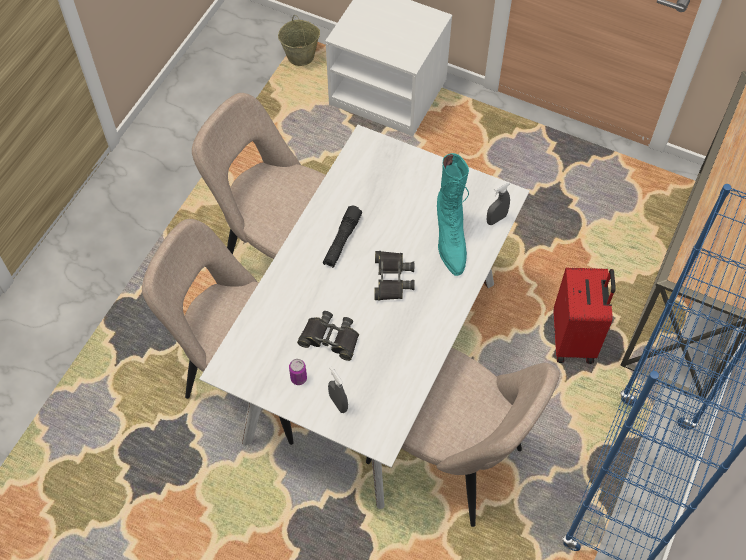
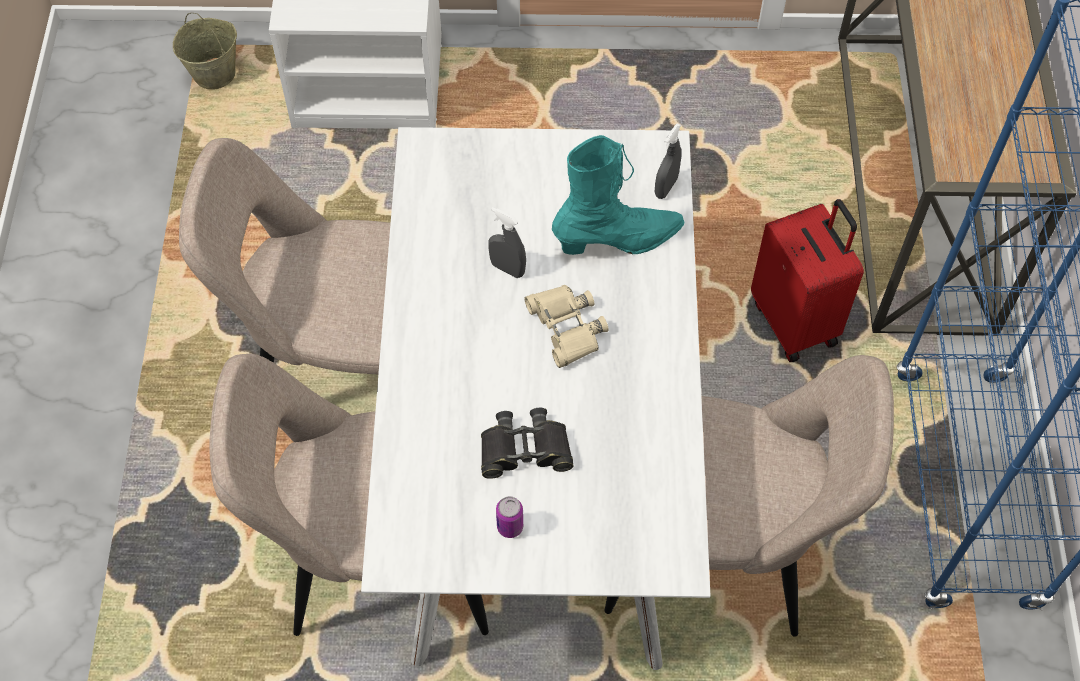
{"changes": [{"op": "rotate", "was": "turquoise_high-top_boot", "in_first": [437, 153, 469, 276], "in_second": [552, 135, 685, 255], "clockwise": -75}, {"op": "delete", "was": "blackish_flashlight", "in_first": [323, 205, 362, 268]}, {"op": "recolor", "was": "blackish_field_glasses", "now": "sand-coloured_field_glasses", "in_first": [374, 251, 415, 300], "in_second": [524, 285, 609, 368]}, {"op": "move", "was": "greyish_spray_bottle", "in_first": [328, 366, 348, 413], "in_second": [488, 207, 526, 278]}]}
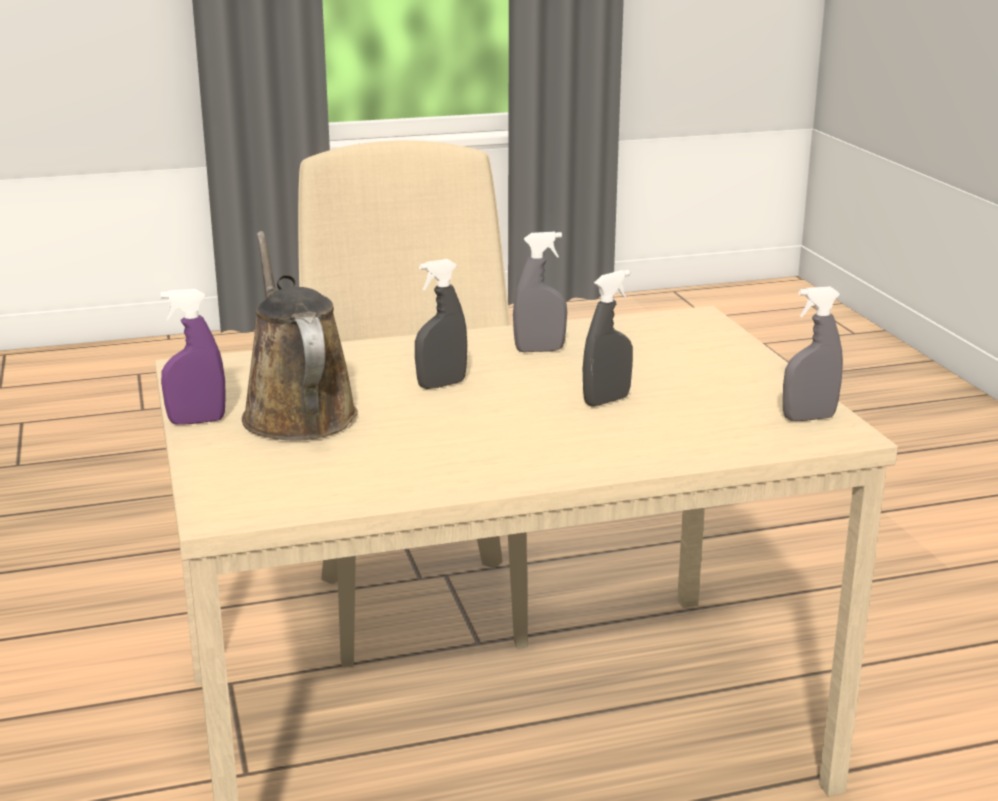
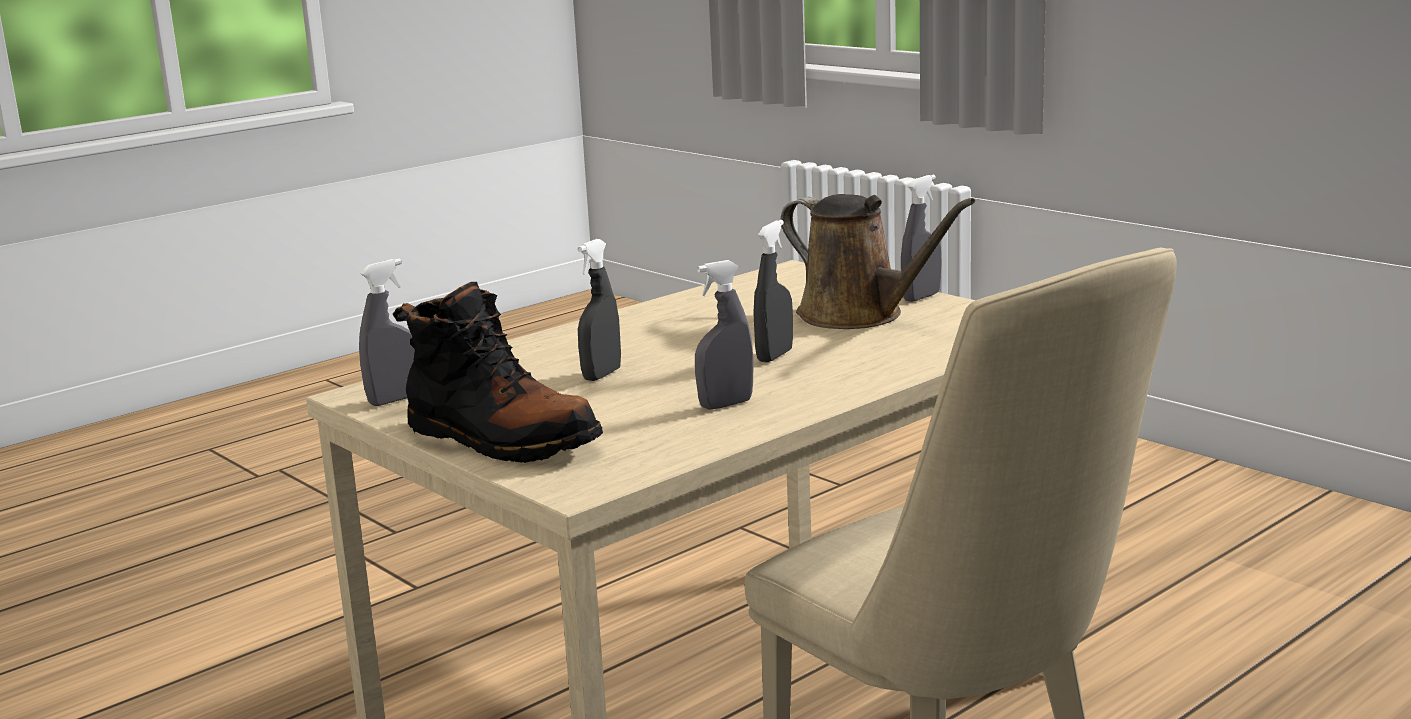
{"changes": [{"op": "recolor", "was": "purple-coloured_spray_bottle", "now": "greyish_spray_bottle", "in_first": [161, 289, 226, 424], "in_second": [901, 175, 941, 302]}, {"op": "insert", "now": "blackish_high-top_boot", "in_second": [392, 282, 603, 463]}]}
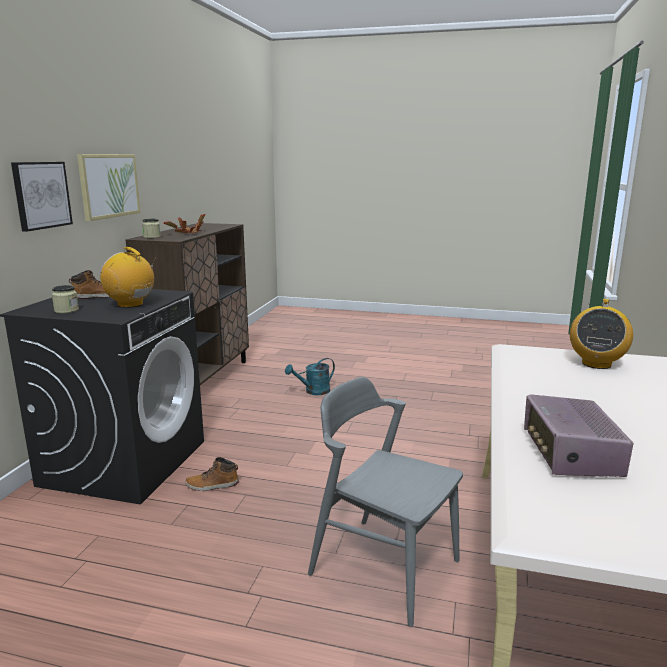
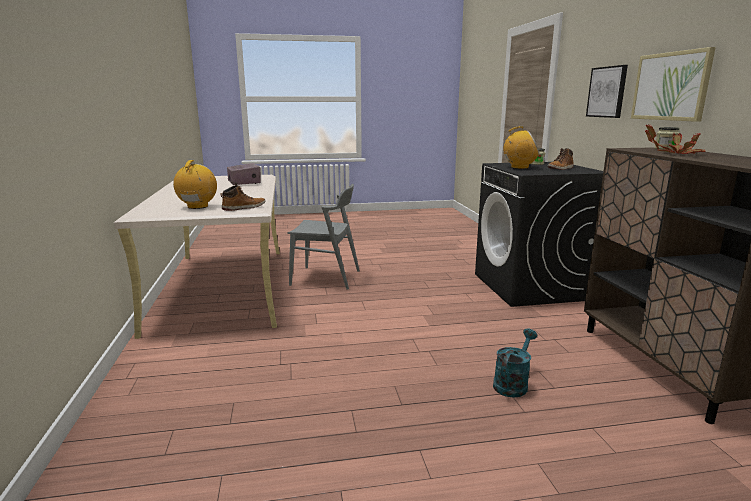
{"changes": [{"op": "move", "was": "high-top_boot", "in_first": [185, 457, 239, 491], "in_second": [220, 185, 266, 211]}]}
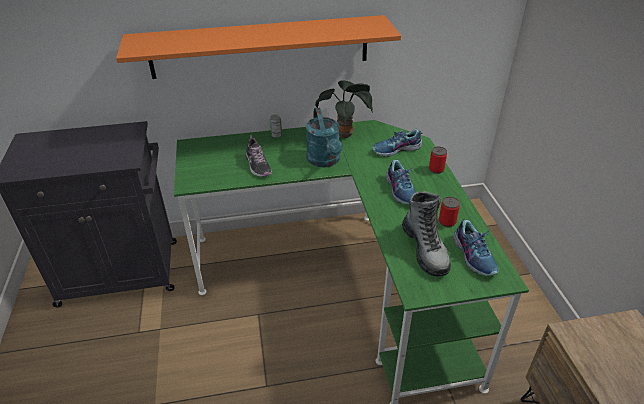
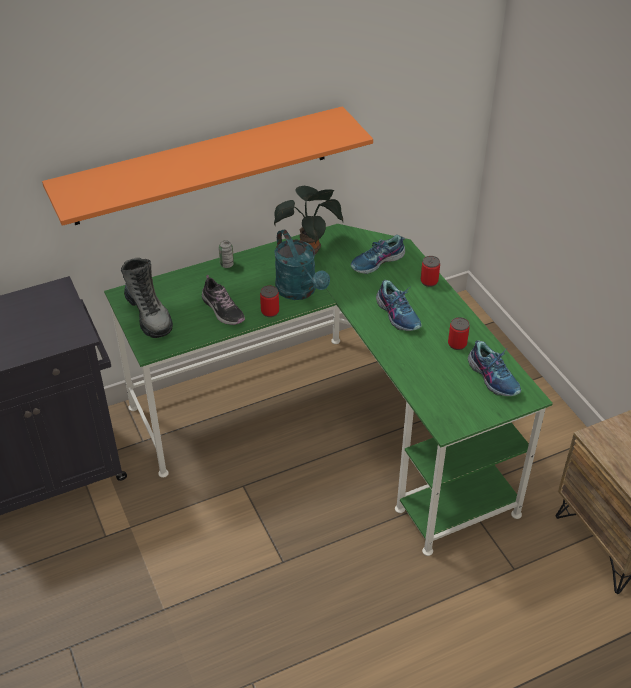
{"changes": [{"op": "move", "was": "high-top_boot", "in_first": [402, 191, 451, 276], "in_second": [121, 258, 173, 338]}, {"op": "insert", "now": "metal_can", "in_second": [260, 285, 279, 317]}]}
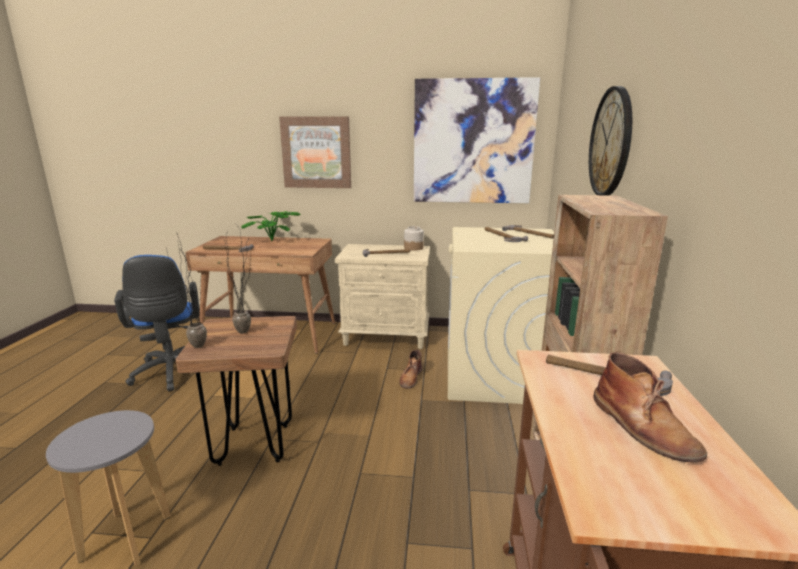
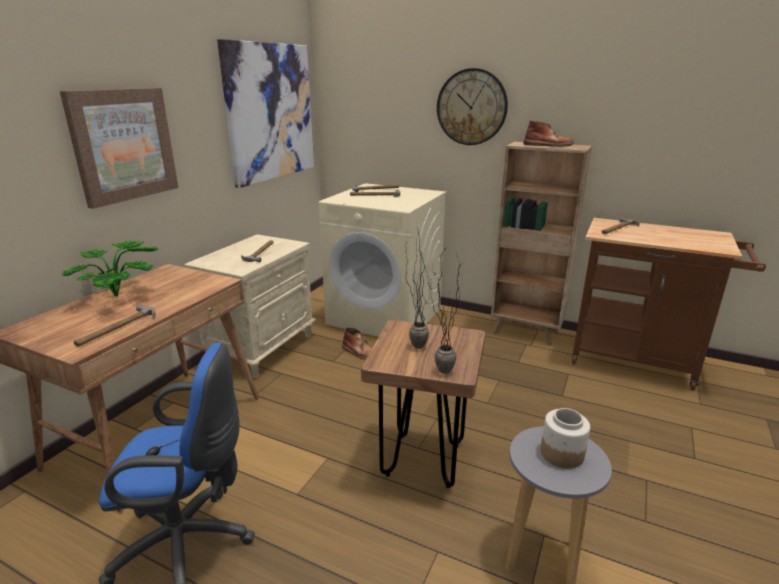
{"changes": [{"op": "move", "was": "jar", "in_first": [404, 226, 424, 251], "in_second": [541, 408, 590, 469]}, {"op": "move", "was": "brownish_high-top_boot", "in_first": [594, 352, 707, 462], "in_second": [523, 121, 574, 146]}]}
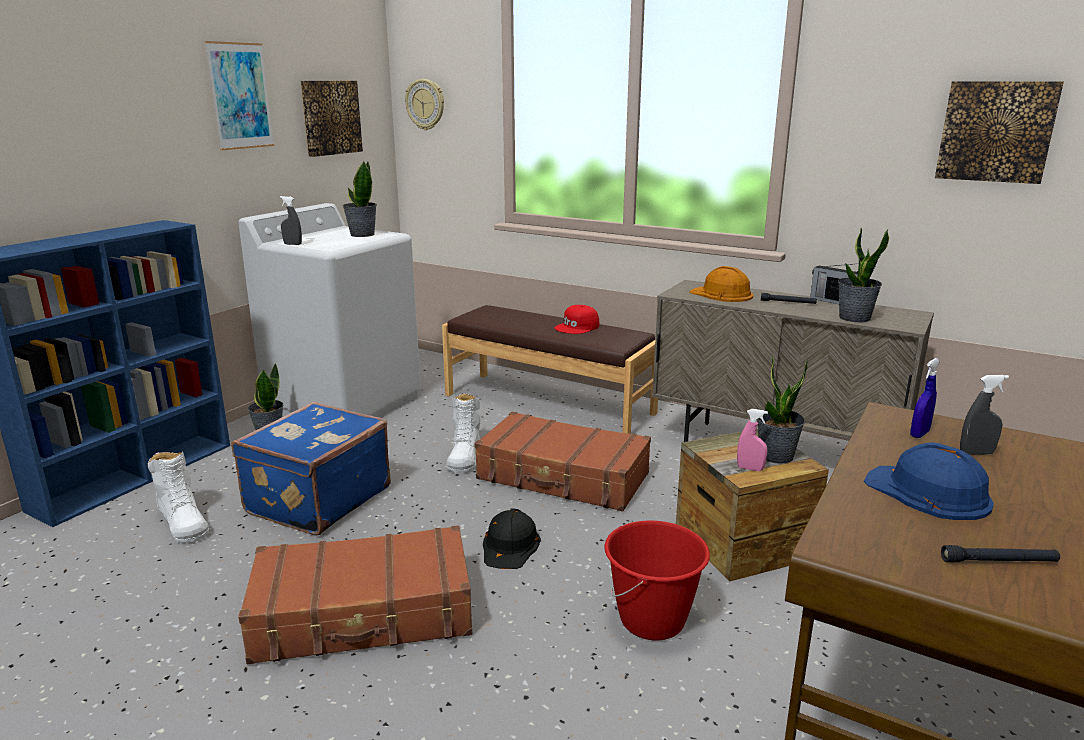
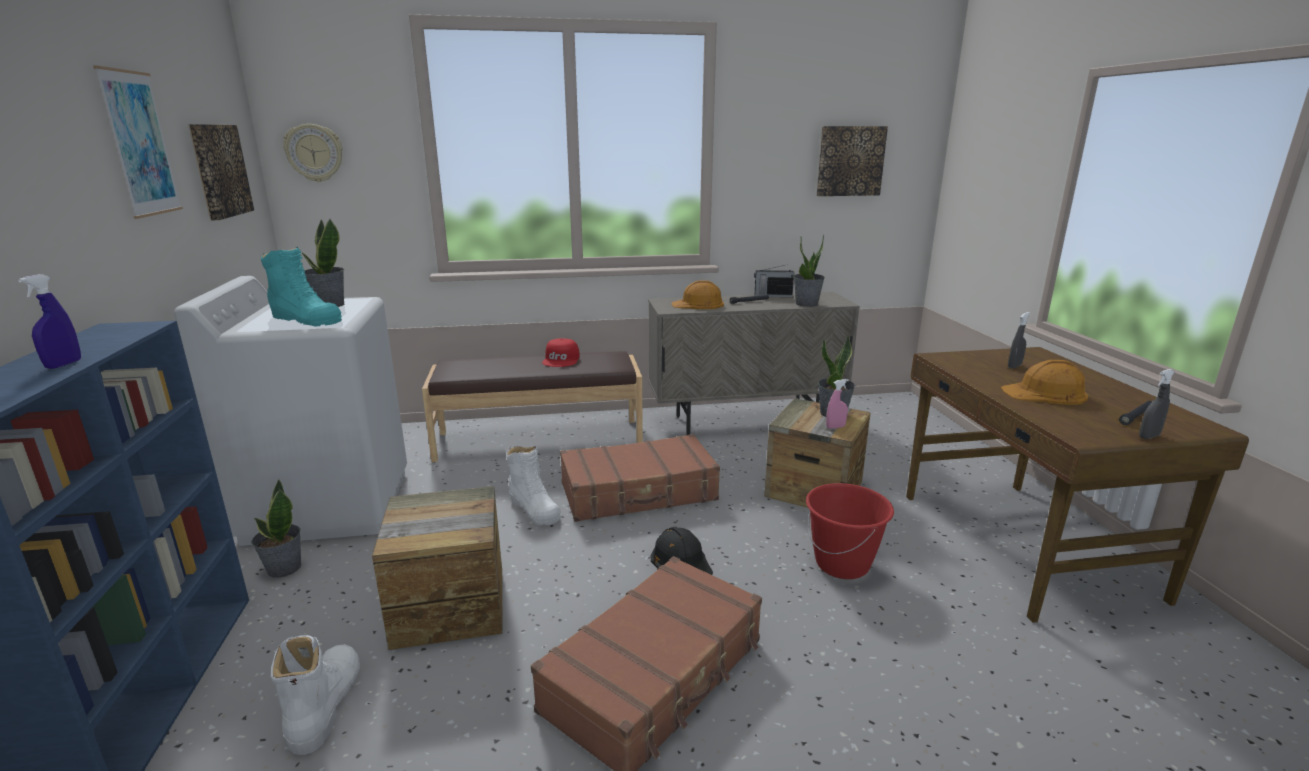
{"changes": [{"op": "move", "was": "greyish_spray_bottle", "in_first": [280, 196, 302, 245], "in_second": [1139, 369, 1175, 439]}, {"op": "move", "was": "blue_spray_bottle", "in_first": [910, 358, 940, 438], "in_second": [18, 274, 81, 369]}, {"op": "replace", "was": "blue_piece_of_luggage", "now": "packing_crate", "in_first": [231, 401, 391, 536], "in_second": [372, 486, 503, 650]}, {"op": "recolor", "was": "blue_hard_hat", "now": "orange_hard_hat", "in_first": [864, 442, 994, 520], "in_second": [1001, 360, 1088, 405]}, {"op": "rotate", "was": "white_high-top_boot", "in_first": [148, 452, 209, 543], "in_second": [270, 635, 360, 755], "clockwise": -105}, {"op": "insert", "now": "turquoise_high-top_boot", "in_second": [261, 247, 342, 326]}]}
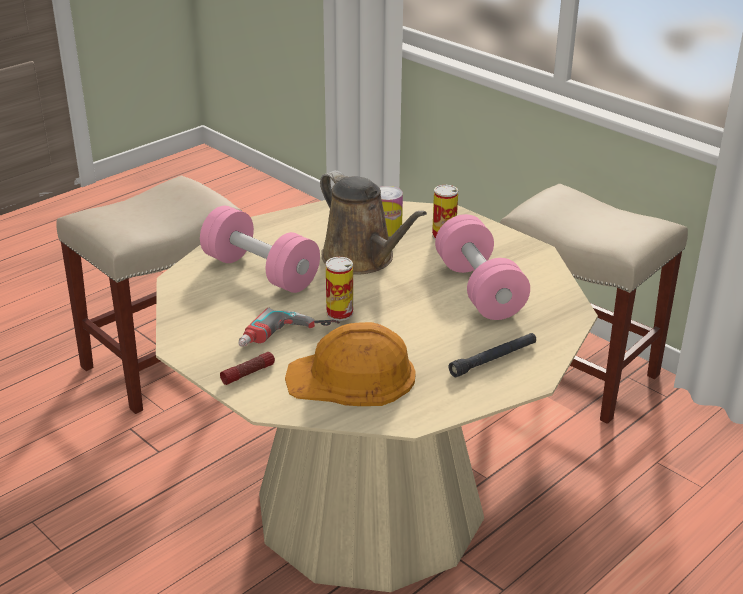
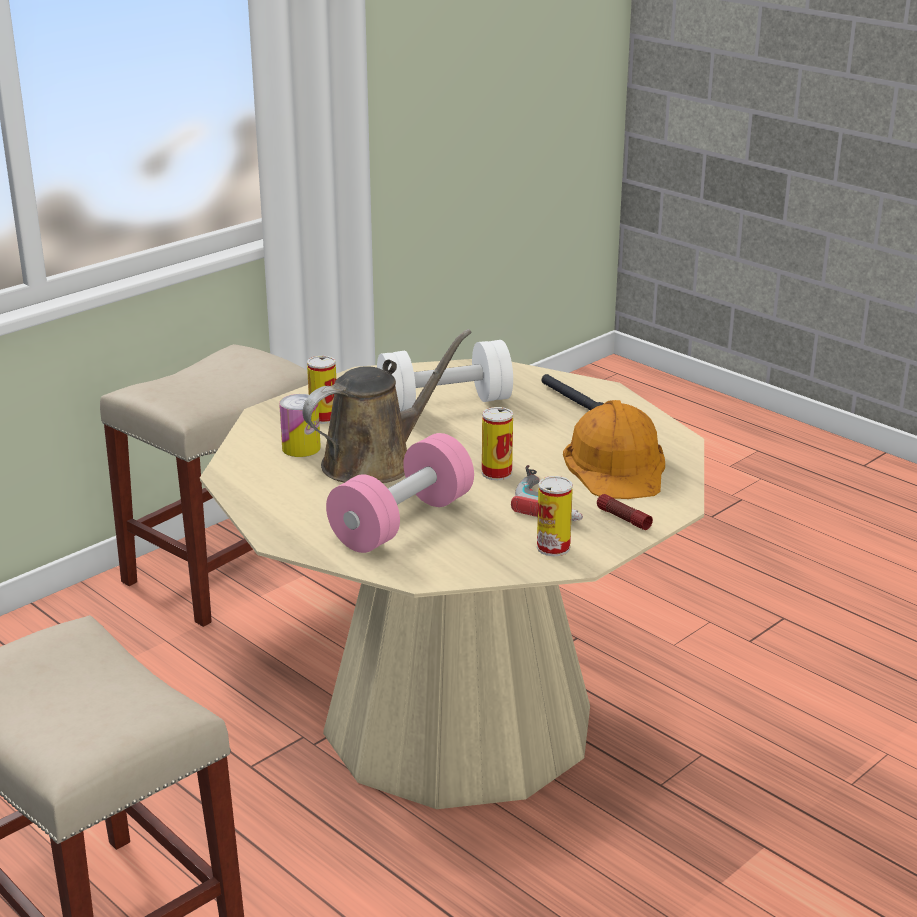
{"changes": [{"op": "recolor", "was": "pink-coloured_hand_weight", "now": "white_hand_weight", "in_first": [435, 214, 530, 320], "in_second": [377, 340, 513, 412]}, {"op": "insert", "now": "metal_can", "in_second": [537, 476, 573, 556]}]}
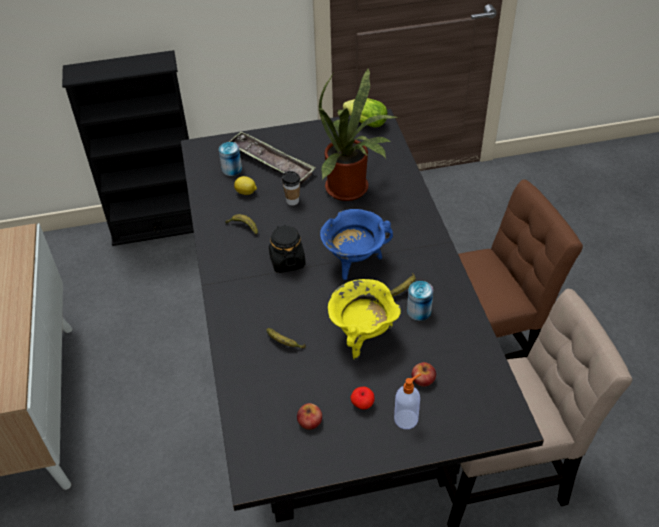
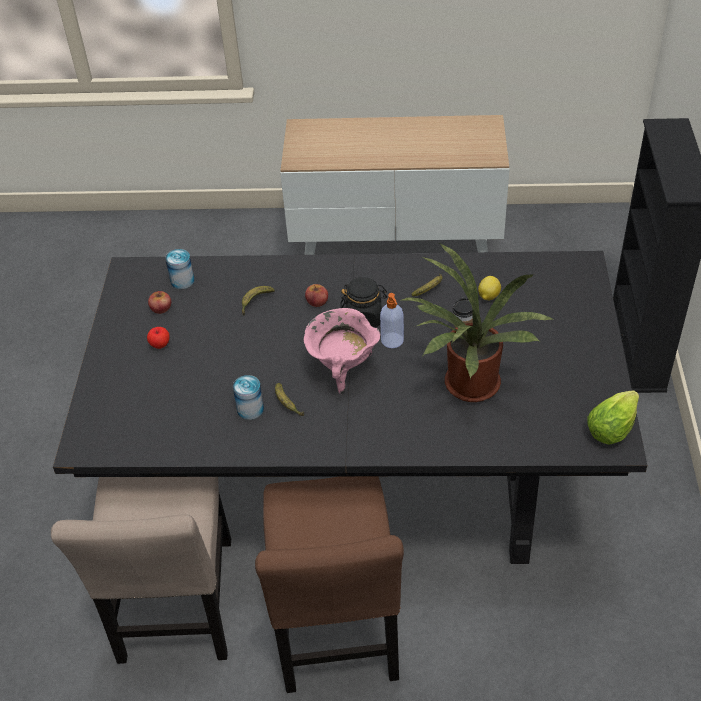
{"changes": [{"op": "delete", "was": "carrying_tray", "in_first": [229, 132, 316, 185]}, {"op": "move", "was": "metal_can", "in_first": [219, 142, 242, 176], "in_second": [165, 249, 195, 289]}, {"op": "recolor", "was": "blue_stockpot", "now": "pink-coloured_stockpot", "in_first": [320, 209, 393, 280], "in_second": [304, 308, 380, 394]}, {"op": "delete", "was": "yellow-coloured_stockpot", "in_first": [328, 279, 401, 360]}, {"op": "move", "was": "apple", "in_first": [412, 362, 436, 387], "in_second": [305, 284, 328, 307]}, {"op": "move", "was": "soap_dispenser", "in_first": [394, 374, 421, 429], "in_second": [380, 293, 404, 348]}]}
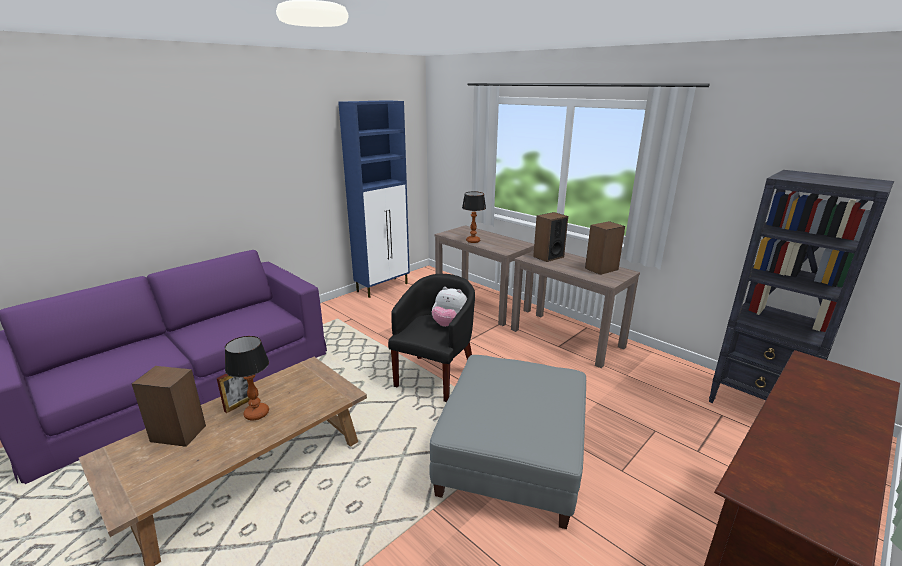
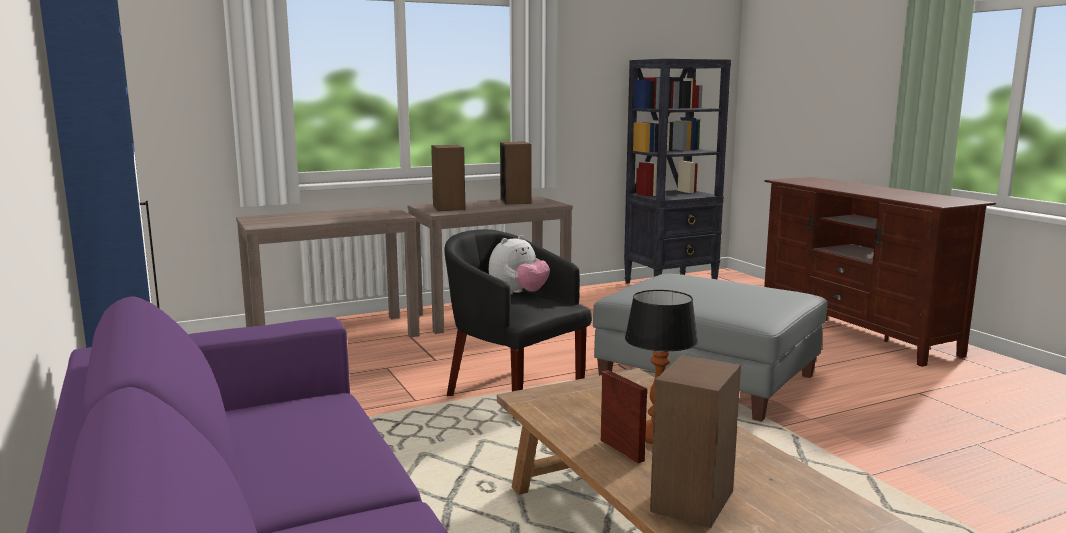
{"changes": [{"op": "delete", "was": "tabletop_lamp", "in_first": [462, 191, 486, 243]}]}
